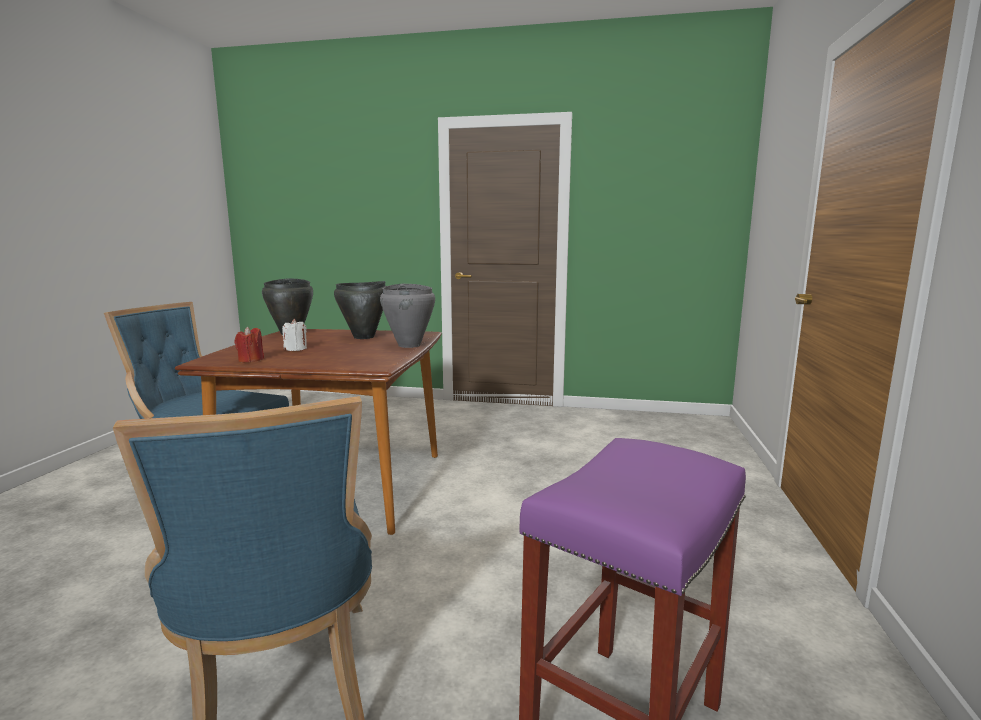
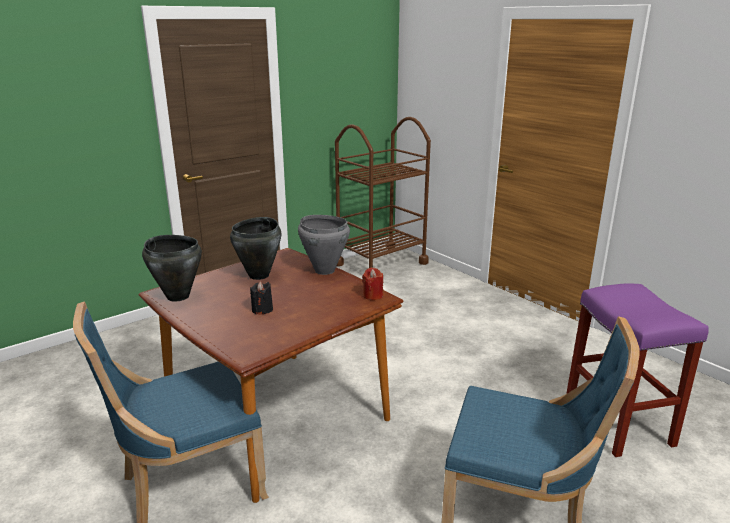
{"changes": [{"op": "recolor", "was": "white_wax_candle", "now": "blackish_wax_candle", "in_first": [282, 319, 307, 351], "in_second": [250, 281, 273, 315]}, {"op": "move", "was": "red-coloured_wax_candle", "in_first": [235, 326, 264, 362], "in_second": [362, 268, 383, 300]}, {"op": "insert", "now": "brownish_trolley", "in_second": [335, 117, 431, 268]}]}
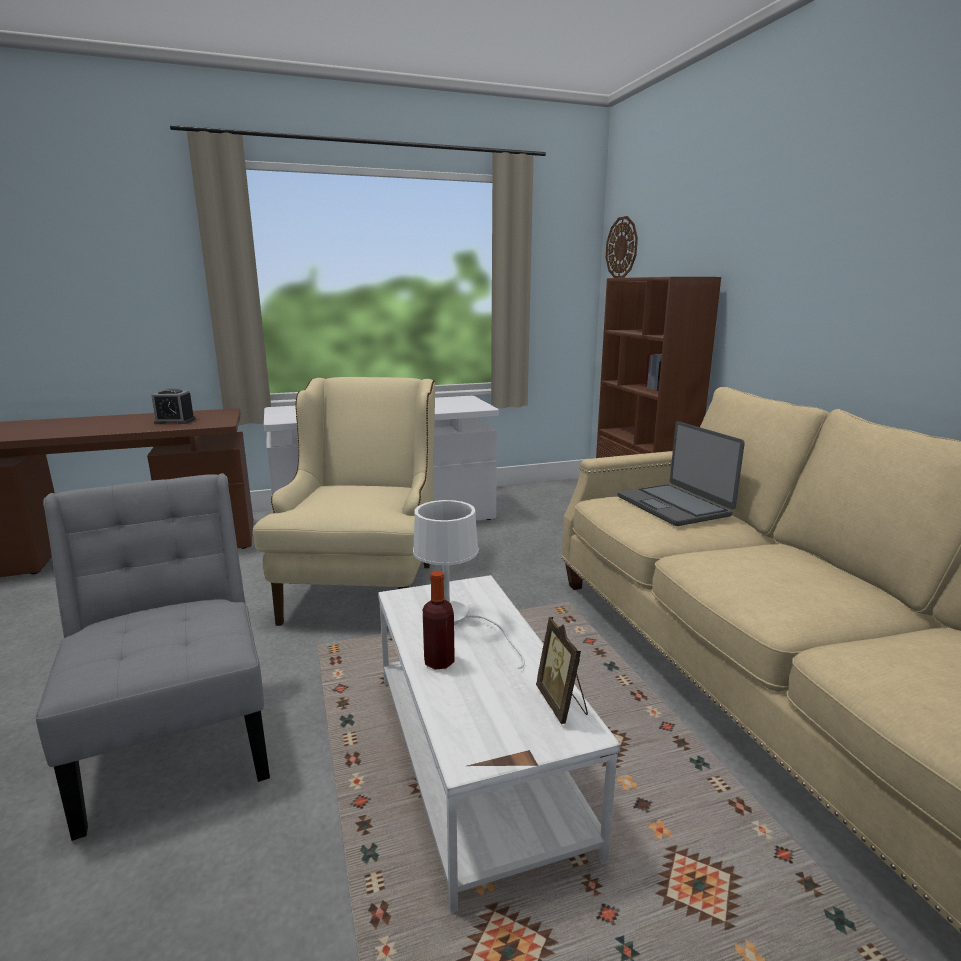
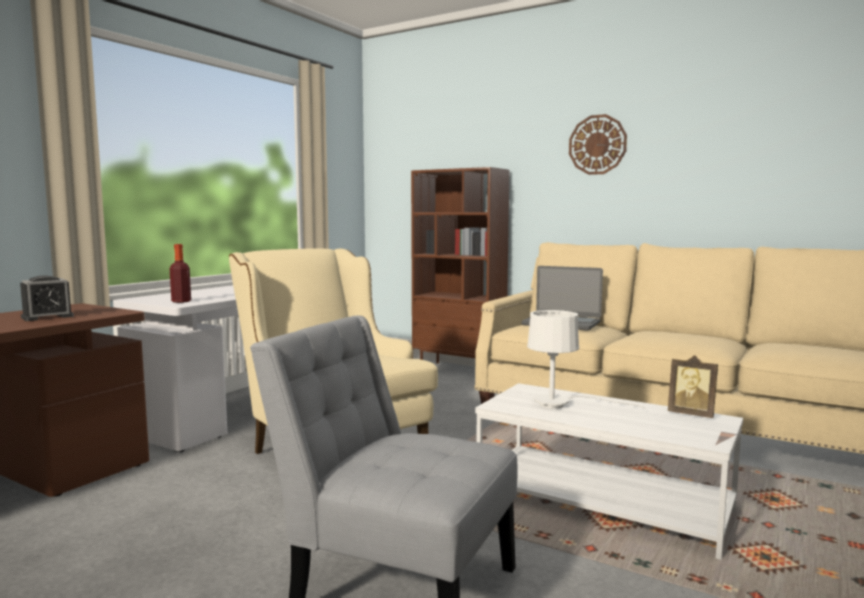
{"changes": [{"op": "move", "was": "clock_on_the_wall", "in_first": [606, 216, 638, 278], "in_second": [569, 114, 627, 175]}, {"op": "move", "was": "bottle", "in_first": [423, 571, 455, 670], "in_second": [170, 244, 191, 303]}]}
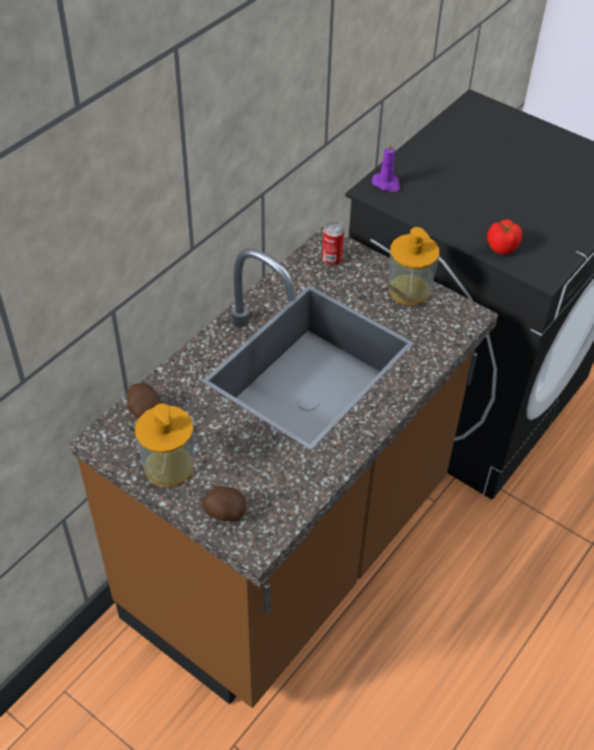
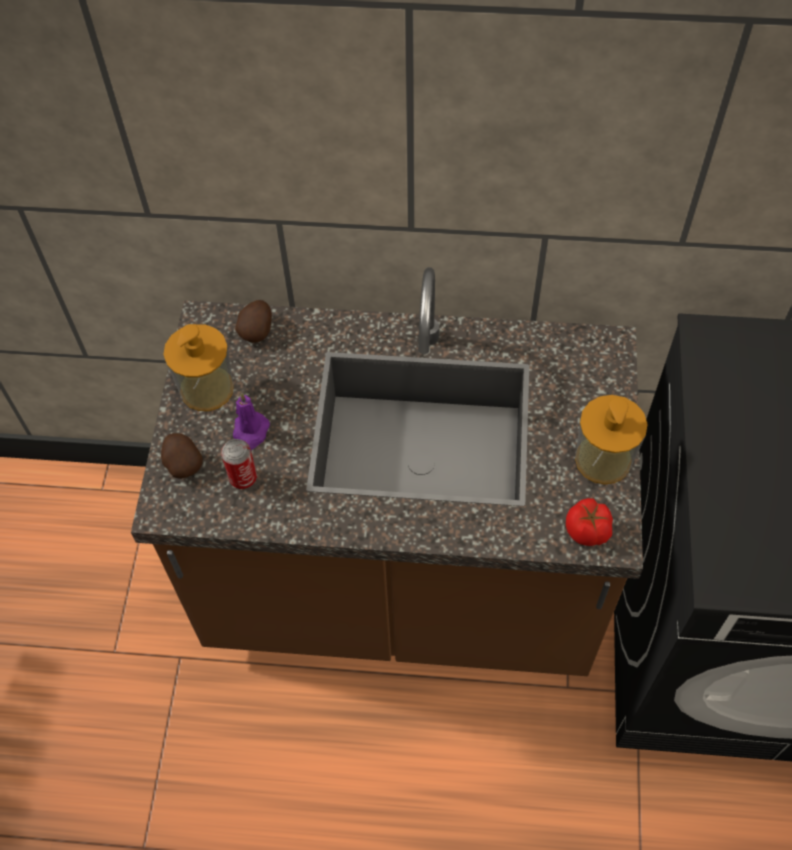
{"changes": [{"op": "move", "was": "purple-coloured_wax_candle", "in_first": [372, 141, 400, 192], "in_second": [233, 393, 270, 450]}, {"op": "move", "was": "tomato", "in_first": [487, 219, 522, 255], "in_second": [566, 498, 613, 546]}, {"op": "move", "was": "metal_can", "in_first": [322, 221, 344, 266], "in_second": [221, 439, 257, 489]}]}
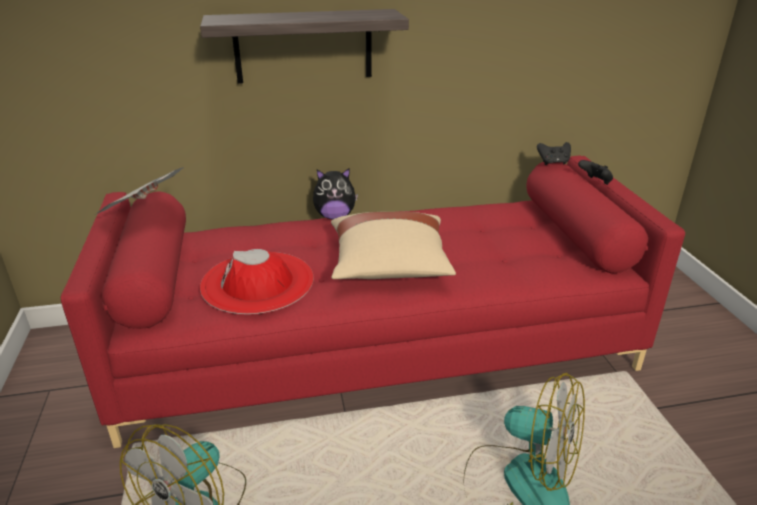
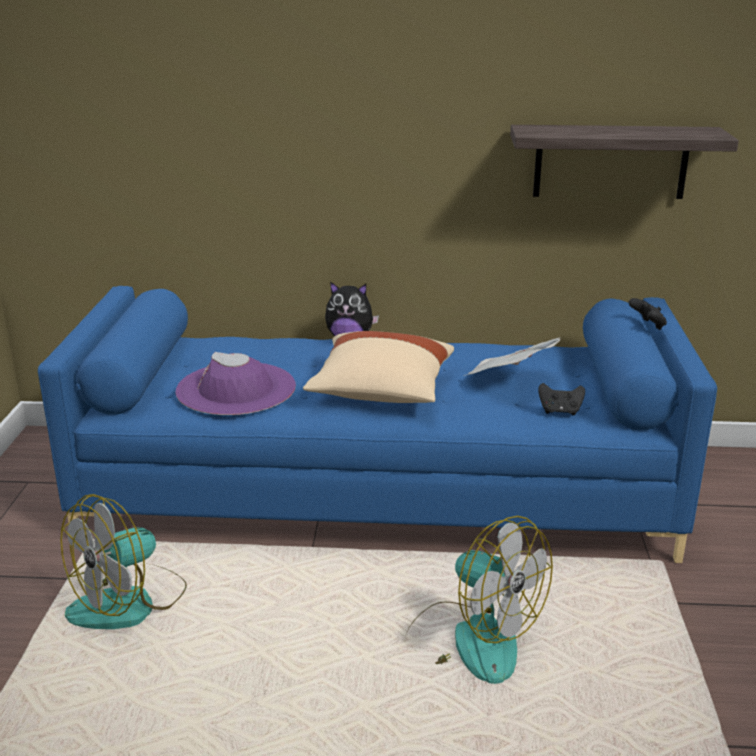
{"changes": [{"op": "move", "was": "shelf", "in_first": [200, 9, 409, 84], "in_second": [510, 125, 739, 199]}, {"op": "move", "was": "blackish_gamepad", "in_first": [537, 142, 571, 165], "in_second": [538, 383, 585, 415]}, {"op": "recolor", "was": "red-coloured_sofa", "now": "blue_sofa", "in_first": [61, 156, 685, 448], "in_second": [38, 286, 717, 563]}, {"op": "move", "was": "printed_paper", "in_first": [95, 167, 184, 215], "in_second": [464, 337, 560, 376]}, {"op": "recolor", "was": "red-coloured_hat", "now": "purple-coloured_hat", "in_first": [200, 249, 314, 314], "in_second": [175, 352, 296, 415]}]}
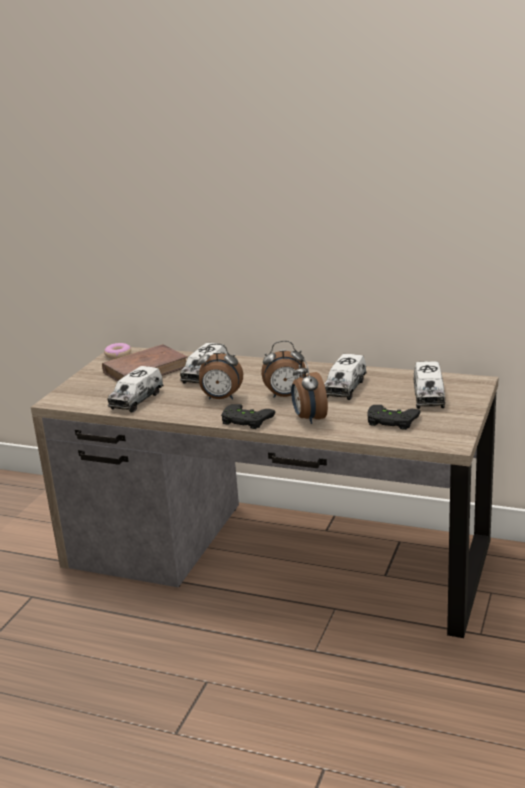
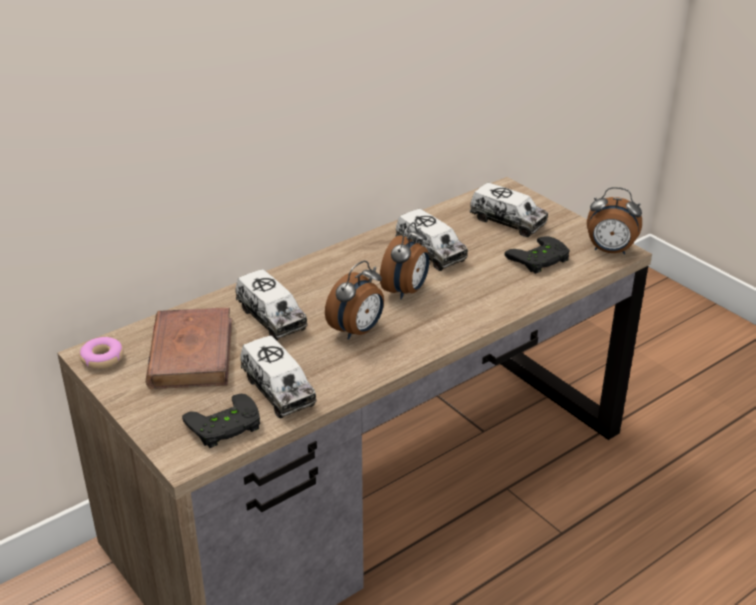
{"changes": [{"op": "move", "was": "table_clock", "in_first": [291, 359, 328, 424], "in_second": [587, 187, 642, 255]}, {"op": "move", "was": "blackish_gamepad", "in_first": [221, 404, 275, 429], "in_second": [182, 394, 260, 448]}]}
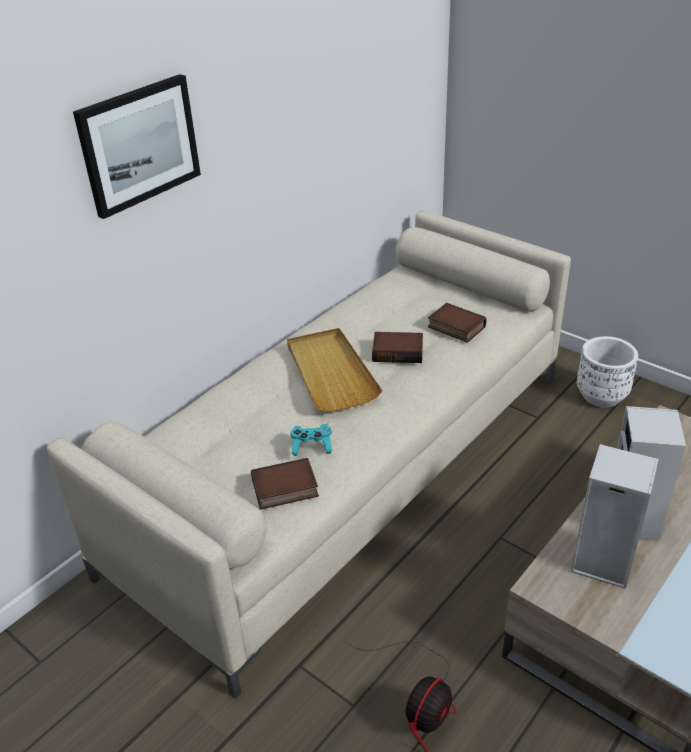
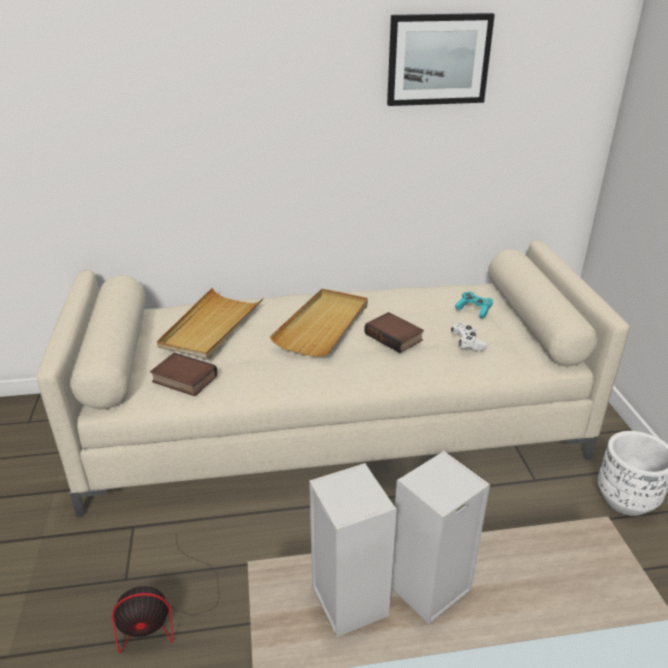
{"changes": [{"op": "move", "was": "wall_art", "in_first": [73, 74, 201, 219], "in_second": [387, 13, 495, 106]}, {"op": "replace", "was": "bound_book", "now": "white_gamepad", "in_first": [428, 303, 486, 343], "in_second": [451, 323, 487, 351]}, {"op": "move", "was": "turquoise_gamepad", "in_first": [290, 424, 333, 456], "in_second": [455, 291, 493, 319]}, {"op": "insert", "now": "sand-coloured_carrying_tray", "in_second": [157, 288, 263, 359]}]}
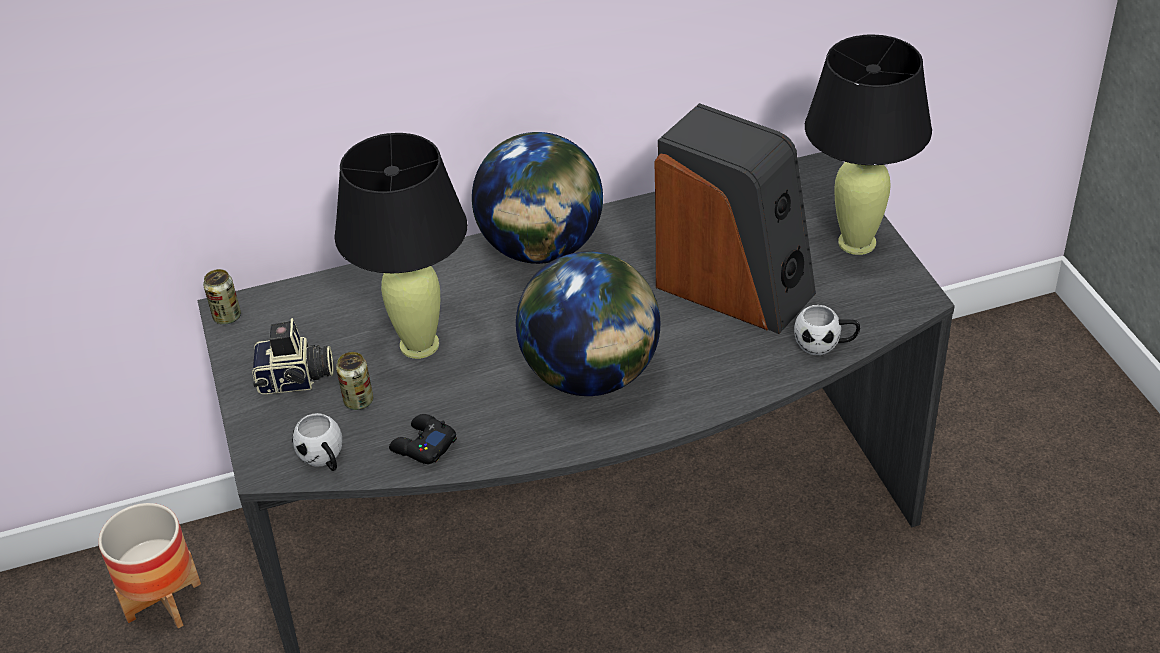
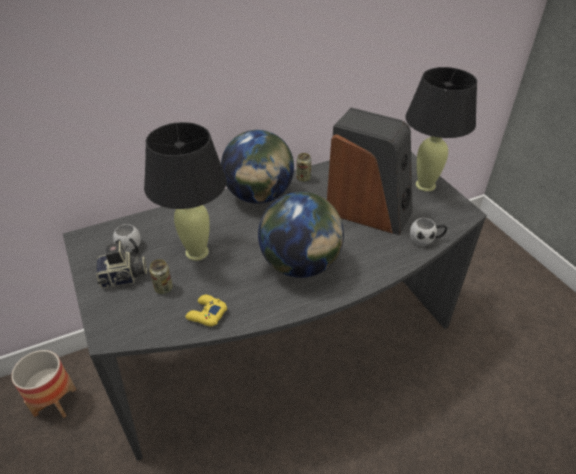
{"changes": [{"op": "move", "was": "metal_can", "in_first": [203, 269, 241, 325], "in_second": [297, 153, 311, 182]}, {"op": "move", "was": "white_tea_mug", "in_first": [292, 413, 342, 471], "in_second": [113, 224, 141, 254]}, {"op": "recolor", "was": "blackish_gamepad", "now": "yellow-coloured_gamepad", "in_first": [389, 414, 457, 464], "in_second": [185, 295, 227, 327]}]}
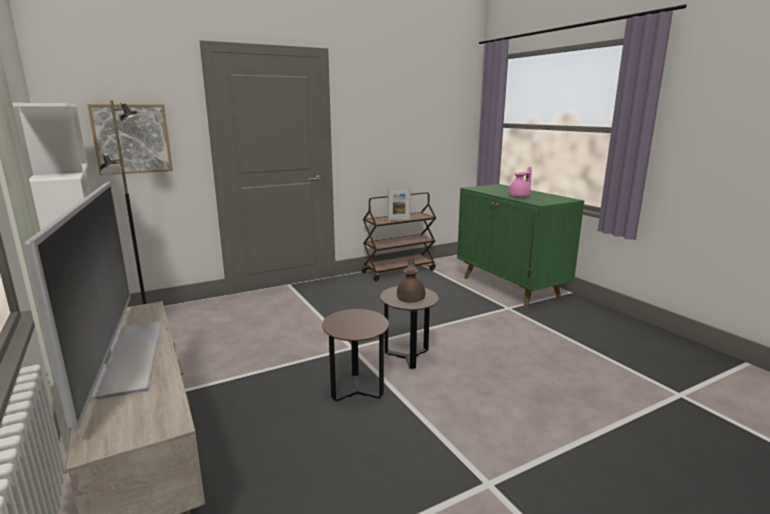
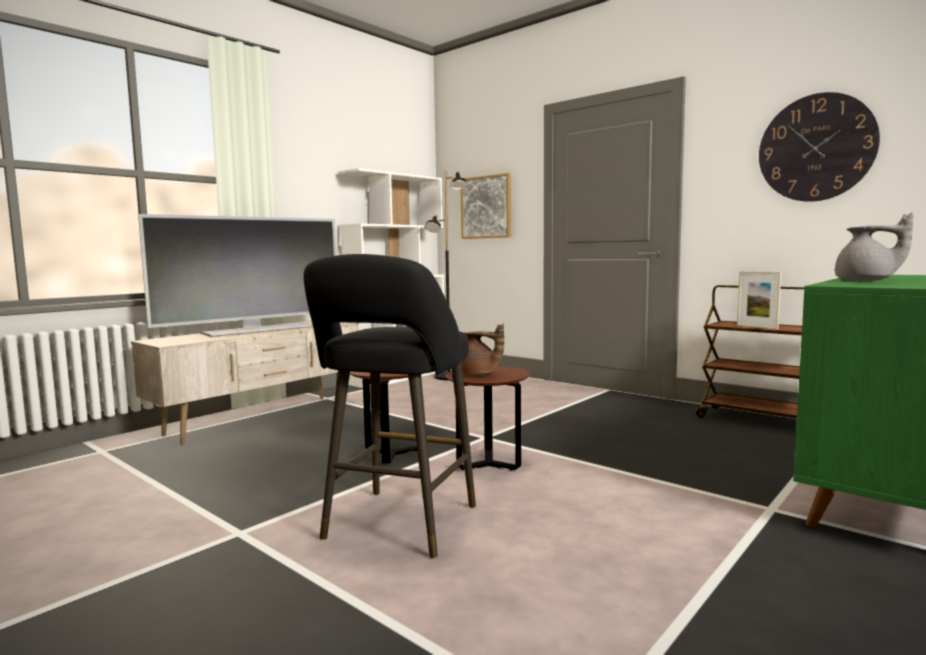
{"changes": [{"op": "recolor", "was": "pink-coloured_pot_for_tea", "now": "greyish_pot_for_tea", "in_first": [509, 166, 532, 198], "in_second": [835, 213, 914, 281]}, {"op": "rotate", "was": "brownish_pot_for_tea", "in_first": [397, 256, 425, 303], "in_second": [462, 324, 504, 376], "clockwise": 45}, {"op": "insert", "now": "clock_on_the_wall", "in_second": [759, 92, 880, 202]}, {"op": "insert", "now": "blackish_stool_seat", "in_second": [303, 254, 476, 558]}]}
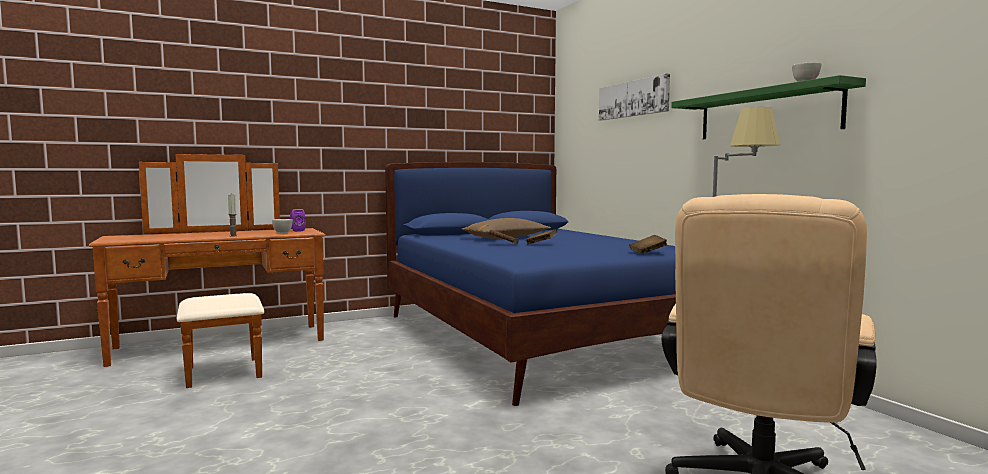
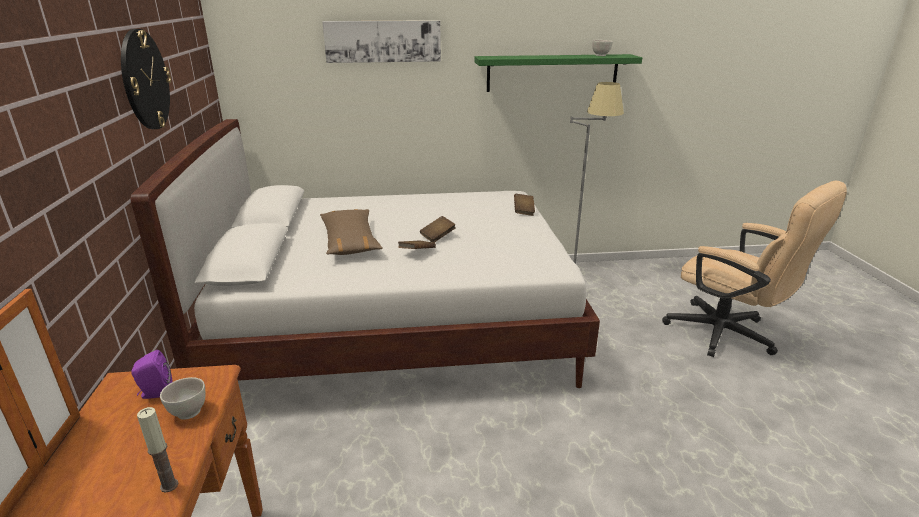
{"changes": [{"op": "recolor", "was": "blue_sleeping_bed", "now": "white_sleeping_bed", "in_first": [385, 162, 676, 406], "in_second": [131, 119, 600, 388]}, {"op": "insert", "now": "clock_on_the_wall", "in_second": [121, 29, 171, 129]}]}
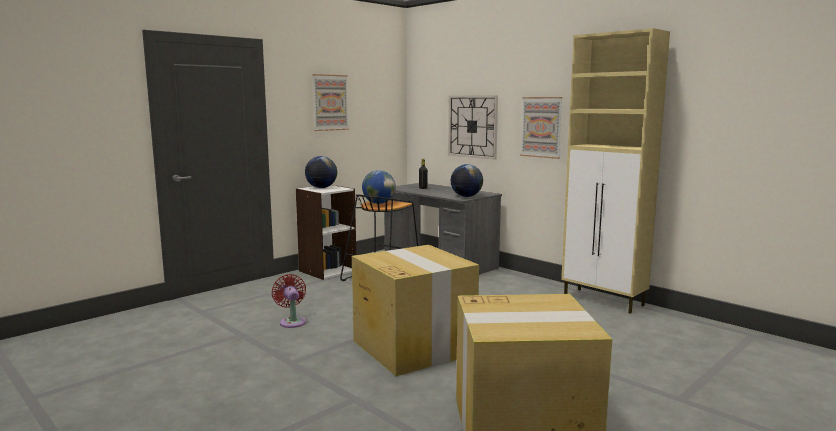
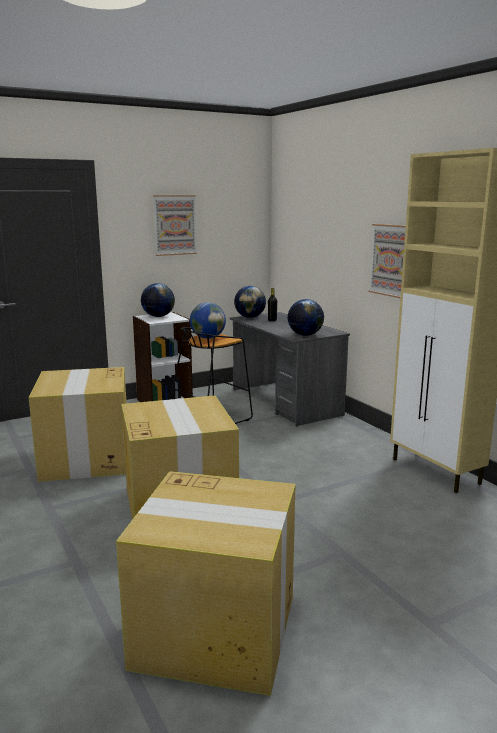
{"changes": [{"op": "delete", "was": "clock_on_the_wall", "in_first": [448, 95, 498, 160]}, {"op": "replace", "was": "red-coloured_fan", "now": "carton", "in_first": [272, 274, 306, 328], "in_second": [28, 367, 127, 482]}, {"op": "insert", "now": "world_globe", "in_second": [234, 286, 266, 318]}]}
